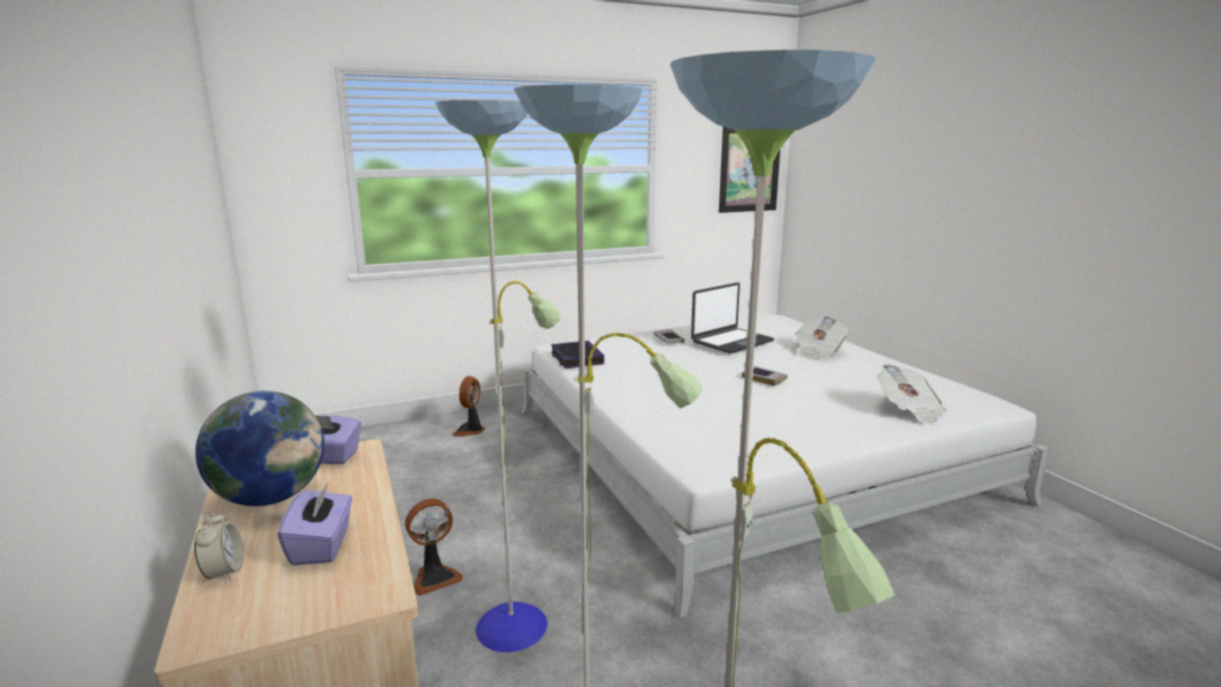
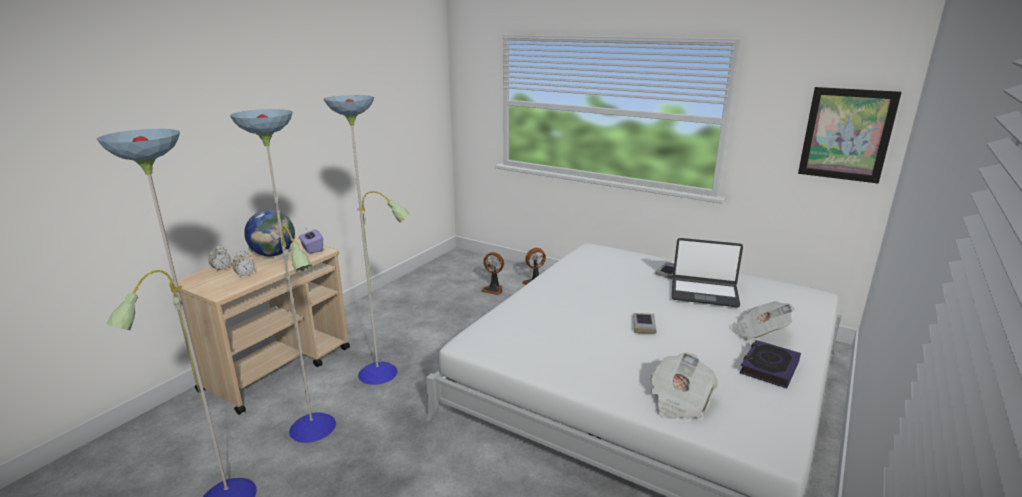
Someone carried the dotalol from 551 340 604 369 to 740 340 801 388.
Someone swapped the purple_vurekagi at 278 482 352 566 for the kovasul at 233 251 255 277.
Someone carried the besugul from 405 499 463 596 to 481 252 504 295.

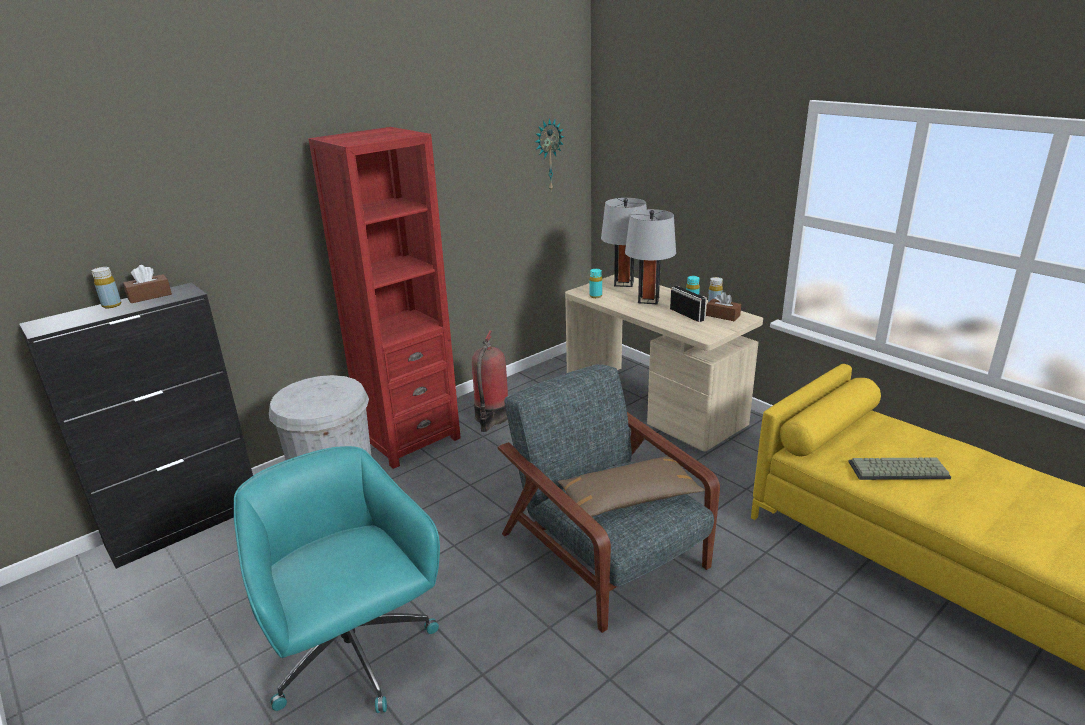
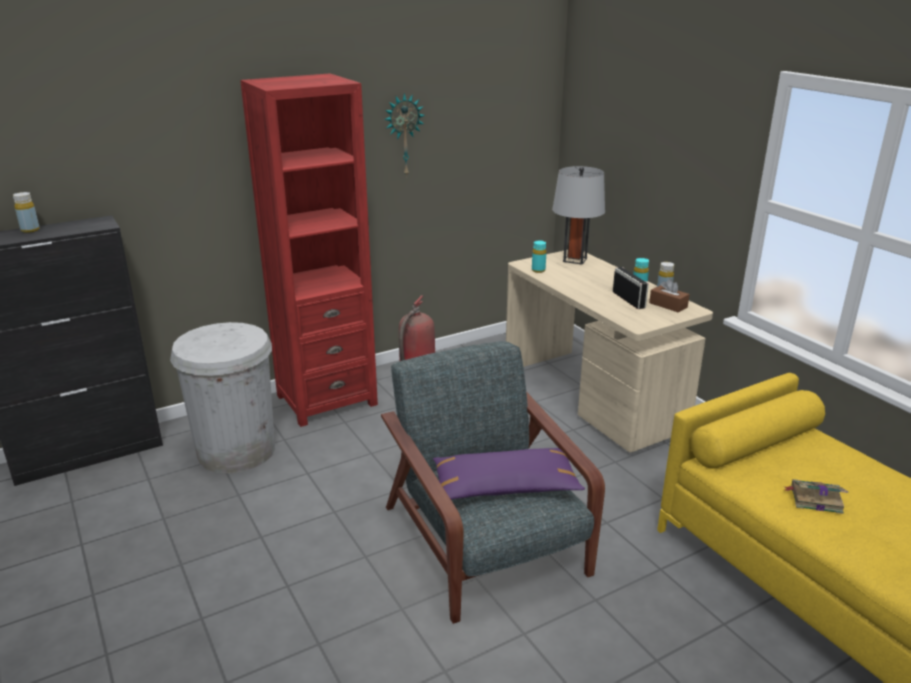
Someone carried the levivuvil from 535 118 565 190 to 384 93 425 177.
Someone took away the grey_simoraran at 625 209 676 304.
Someone took away the brown_vurekagi at 123 265 172 303.
Someone took away the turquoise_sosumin at 234 446 440 713.
Someone repainted the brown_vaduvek at 558 456 705 517, which became the purple_vaduvek at 433 448 585 500.
Someone swapped the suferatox at 848 457 951 480 for the dotalol at 784 479 848 514.

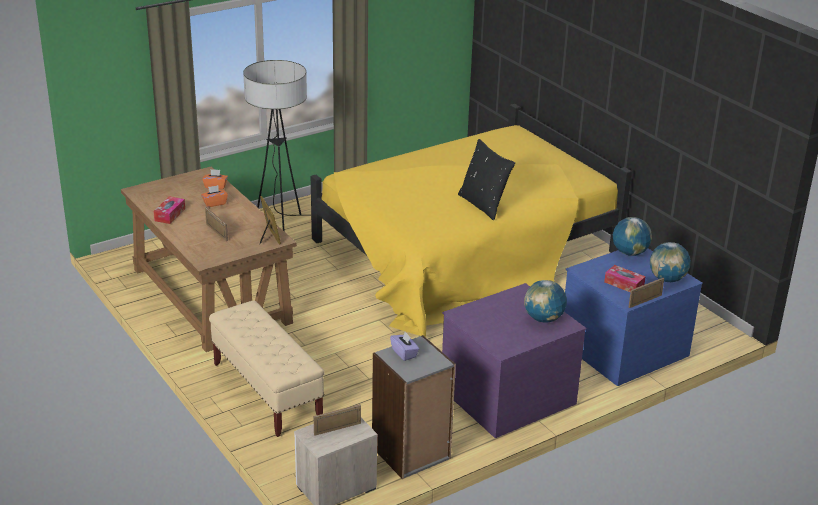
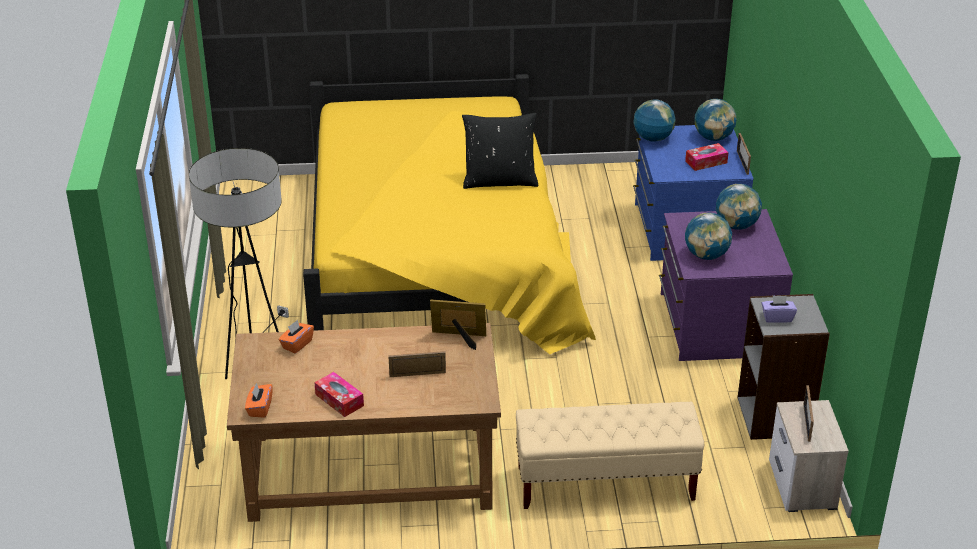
Someone carried the orange_vurekagi from 201 185 228 207 to 245 383 273 418.
Someone put down the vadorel at 685 213 732 260.

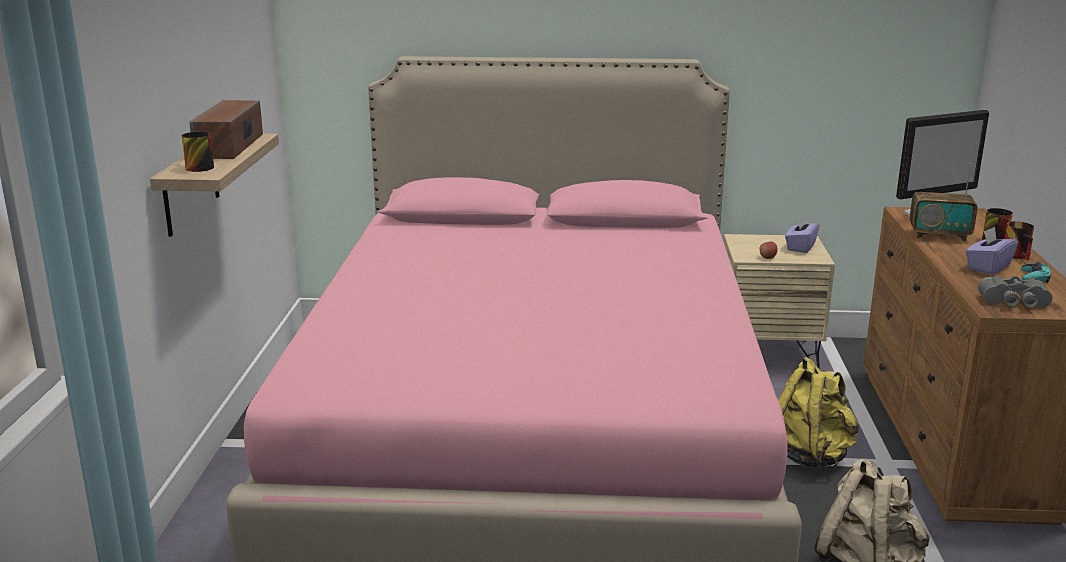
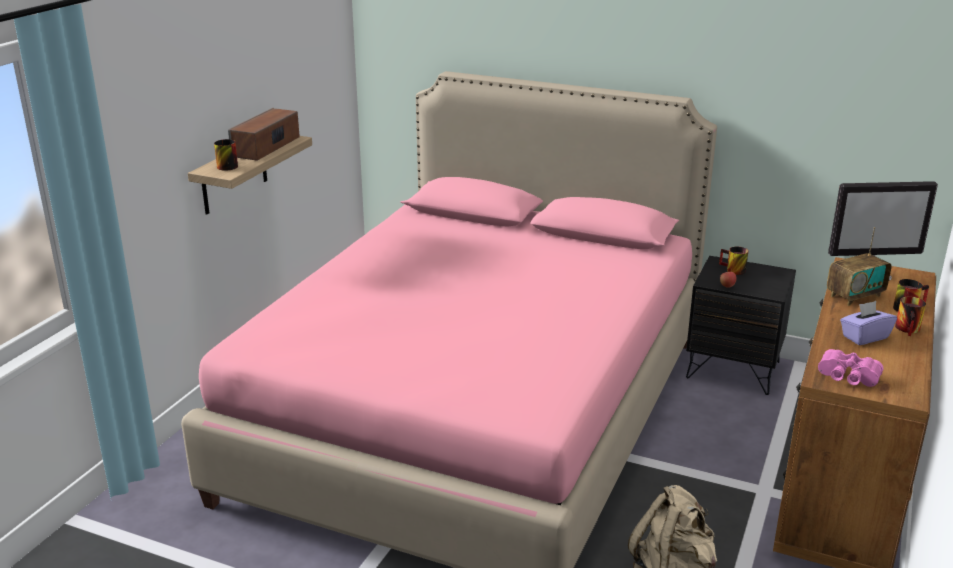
Someone rotated the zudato at 910 163 978 241 by 60 degrees counterclockwise.
Someone took away the purple_vurekagi at 785 215 820 253.
Someone repainted the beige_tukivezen at 723 234 835 369, which became the black_tukivezen at 686 256 796 395.
Someone took away the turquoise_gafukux at 1021 262 1051 283.
Someone repainted the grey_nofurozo at 978 276 1052 308, which became the pink_nofurozo at 818 349 883 387.
Someone took away the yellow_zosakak at 778 357 859 469.
Someone put down the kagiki at 719 247 748 275.

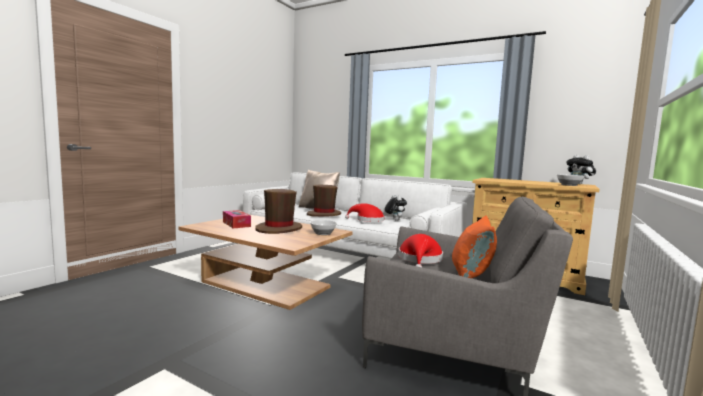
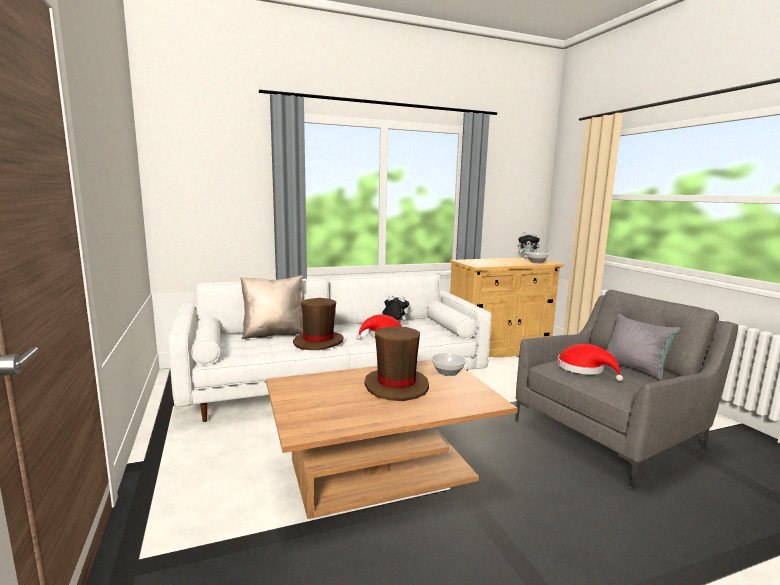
Someone took away the vurekagi at 223 210 251 228.
Someone repainted the orange_vaduvek at 452 215 497 279, which became the grey_vaduvek at 606 314 681 380.

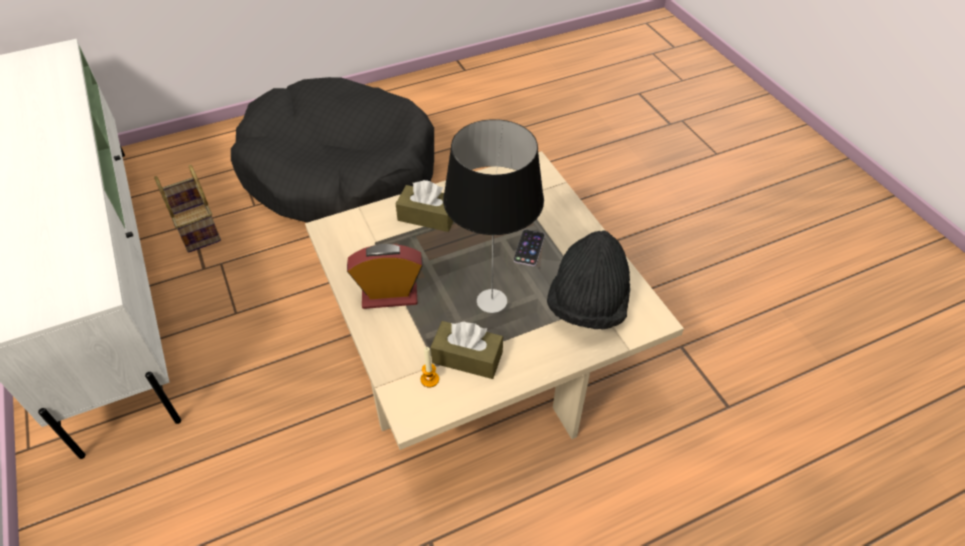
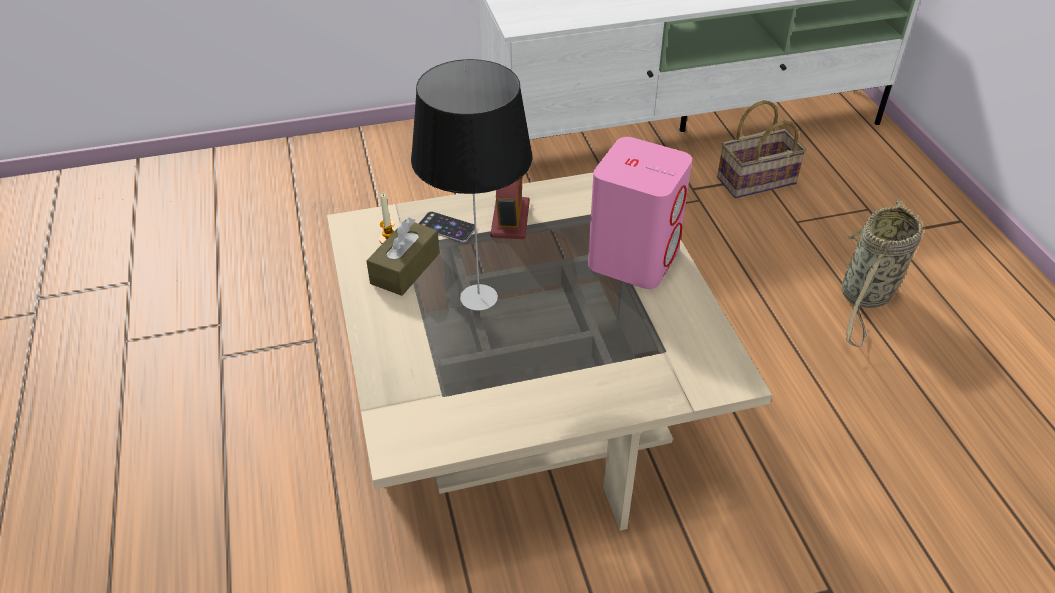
Someone swapped the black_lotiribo at 231 77 434 223 for the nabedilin at 842 199 923 347.
Someone swapped the brown_vurekagi at 396 180 454 232 for the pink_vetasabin at 588 137 692 289.
Someone carried the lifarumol from 514 230 545 266 to 418 211 475 242.
Someone took away the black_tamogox at 547 230 630 329.

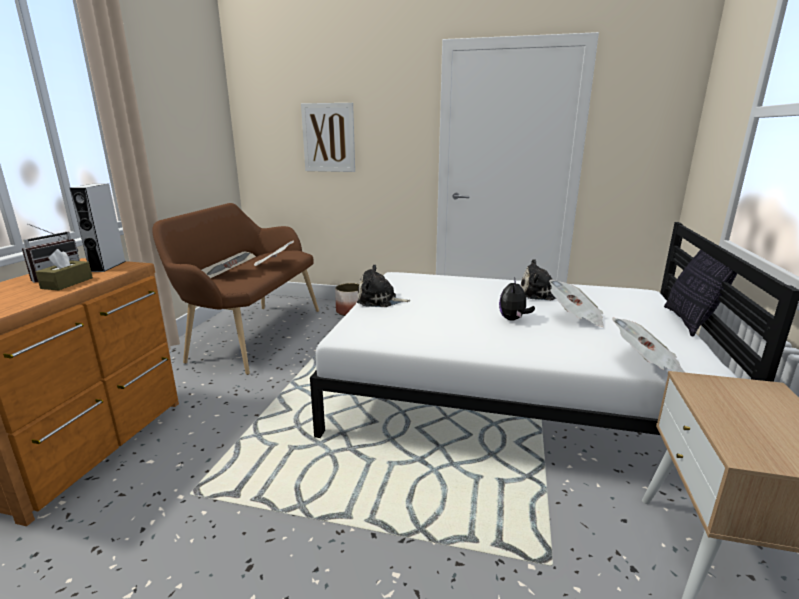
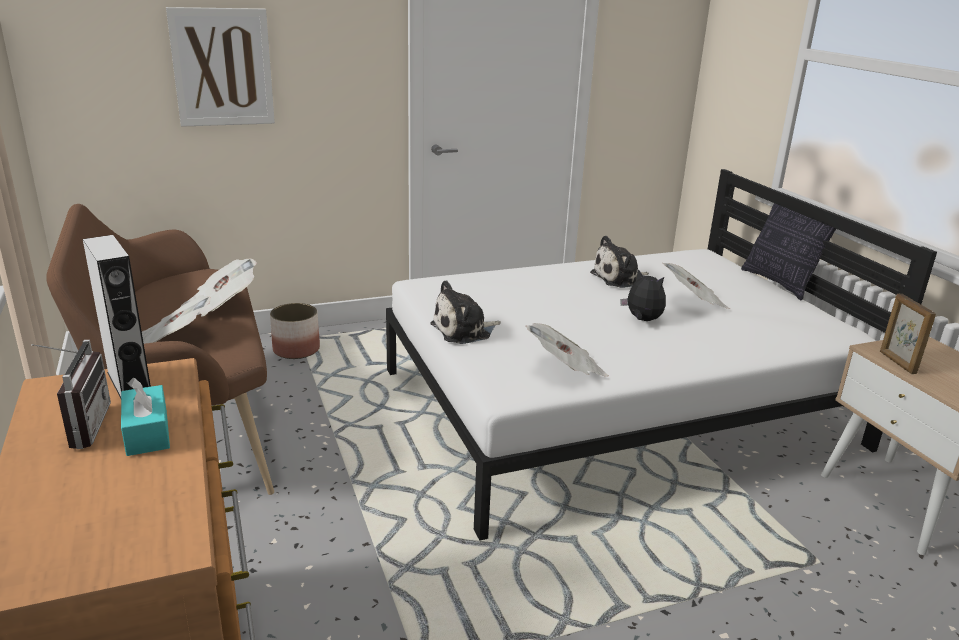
Someone repainted the brown_vurekagi at 36 249 93 290, which became the turquoise_vurekagi at 121 378 170 456.
Someone rotated the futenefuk at 499 277 535 321 by 150 degrees clockwise.
Someone carried the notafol from 612 318 685 373 to 525 323 609 377.
Someone put down the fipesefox at 880 294 936 374.

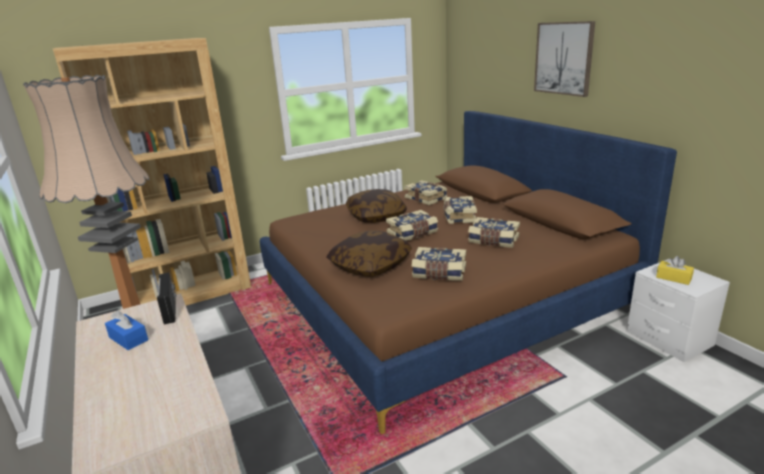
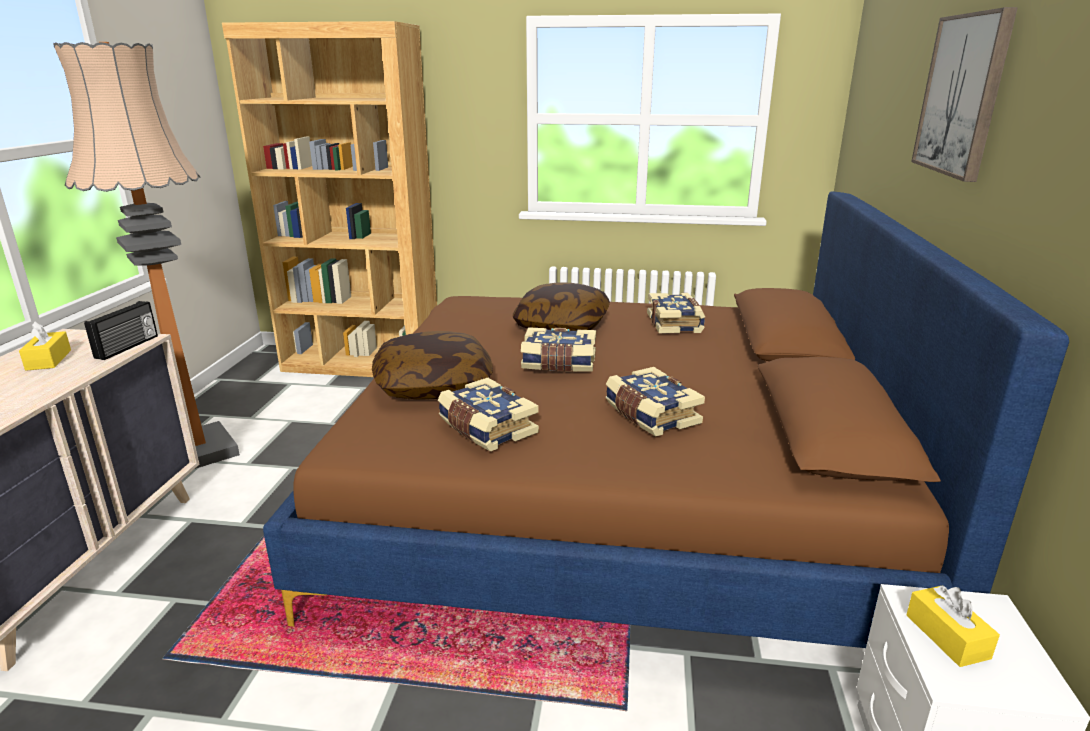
Someone took away the dotalol at 443 196 477 224.
Someone repainted the blue_vurekagi at 105 310 148 350, which became the yellow_vurekagi at 19 321 71 371.

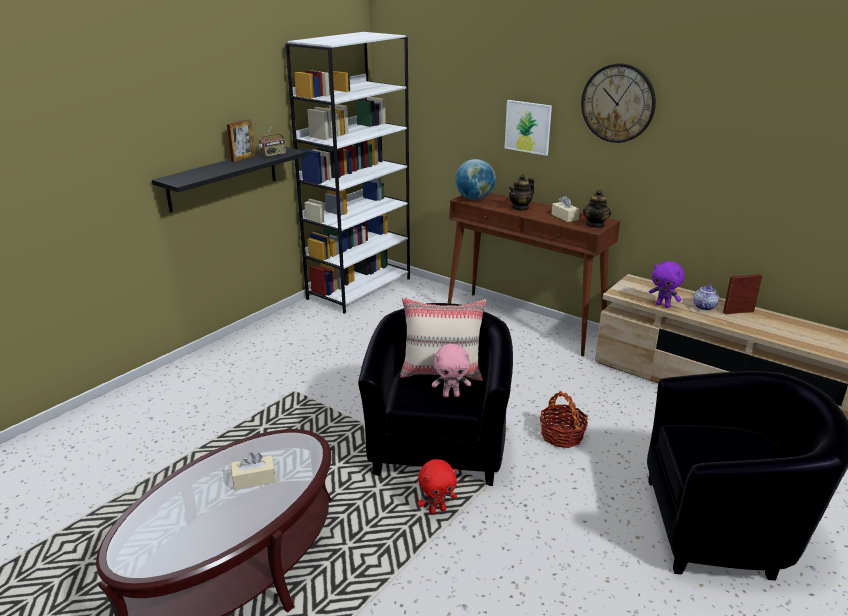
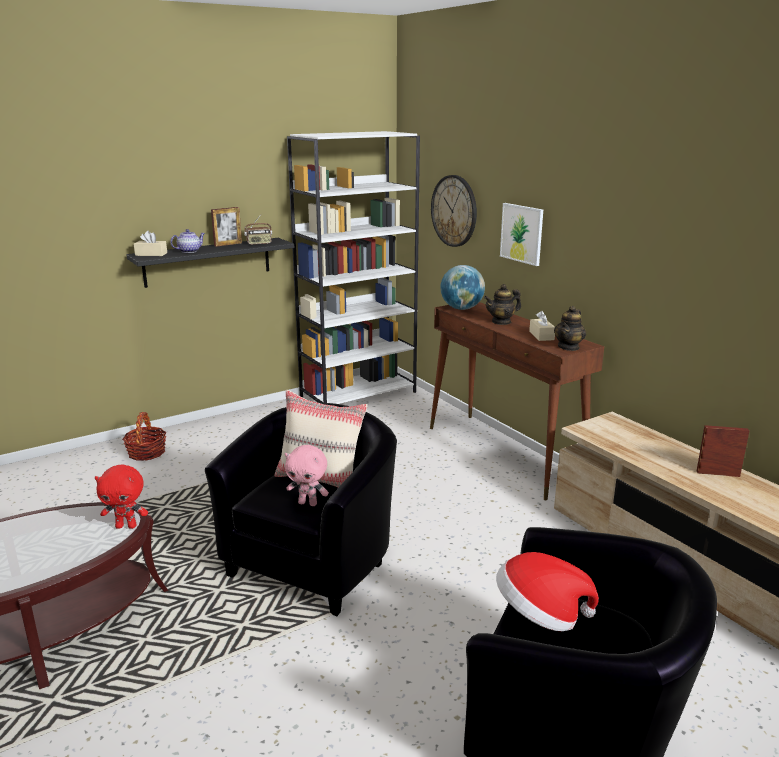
Someone carried the levivuvil from 581 64 656 143 to 431 175 477 247.
Someone took away the purple_futenefuk at 649 261 685 308.
Someone carried the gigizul from 693 284 719 310 to 170 229 205 253.
Someone carried the nabedilin from 540 391 588 448 to 122 412 167 461.
Someone carried the beige_vurekagi from 231 452 276 490 to 134 231 167 256.
Someone carried the red_futenefuk from 418 459 457 514 to 95 465 148 529.
Someone put down the tamogox at 496 552 599 631.

